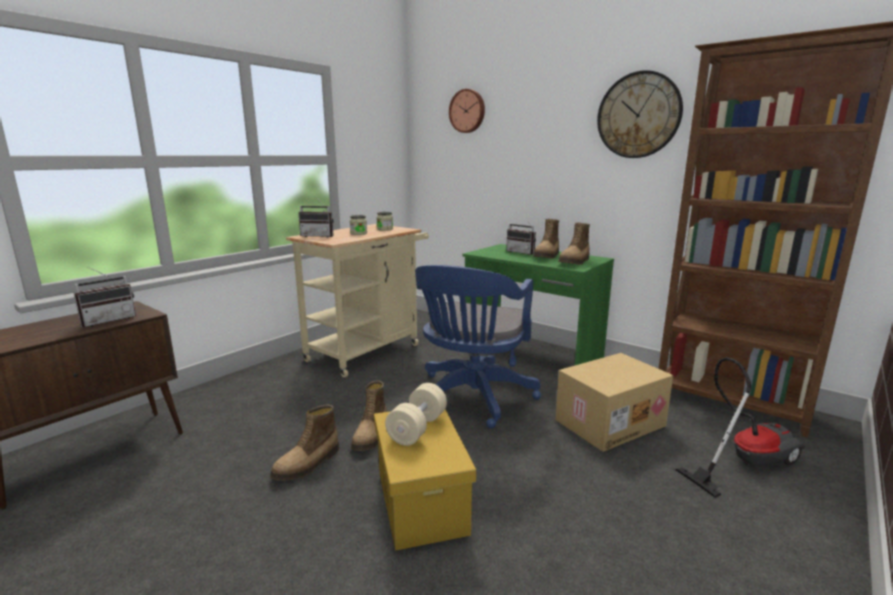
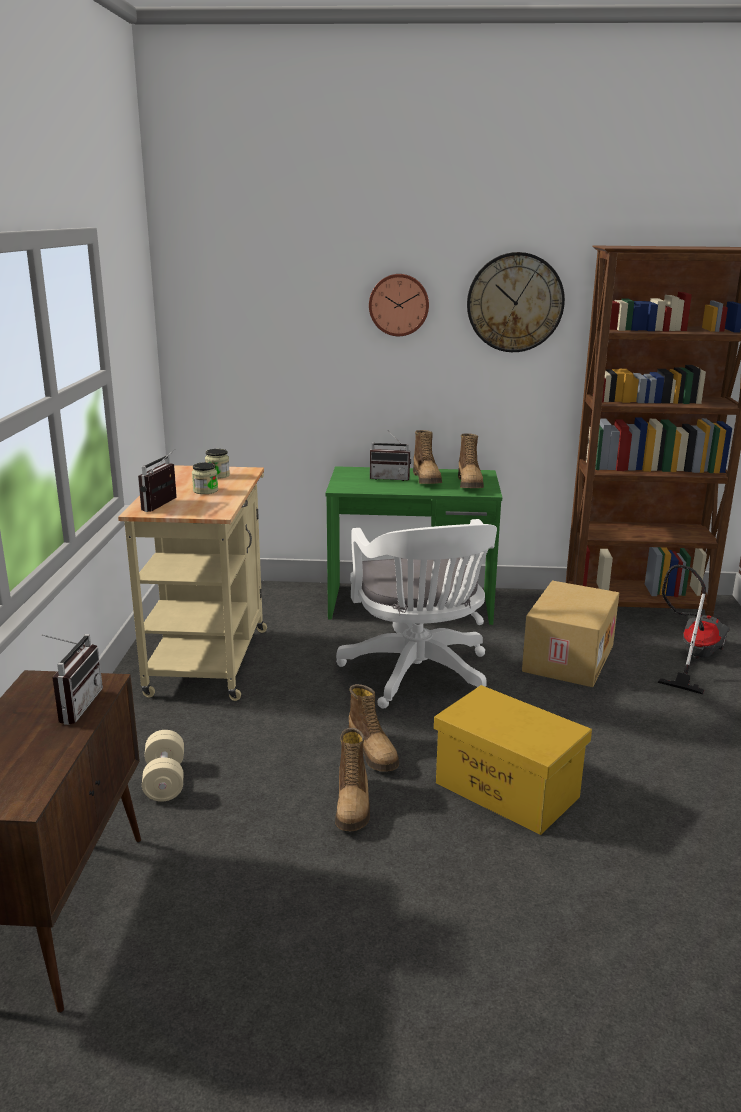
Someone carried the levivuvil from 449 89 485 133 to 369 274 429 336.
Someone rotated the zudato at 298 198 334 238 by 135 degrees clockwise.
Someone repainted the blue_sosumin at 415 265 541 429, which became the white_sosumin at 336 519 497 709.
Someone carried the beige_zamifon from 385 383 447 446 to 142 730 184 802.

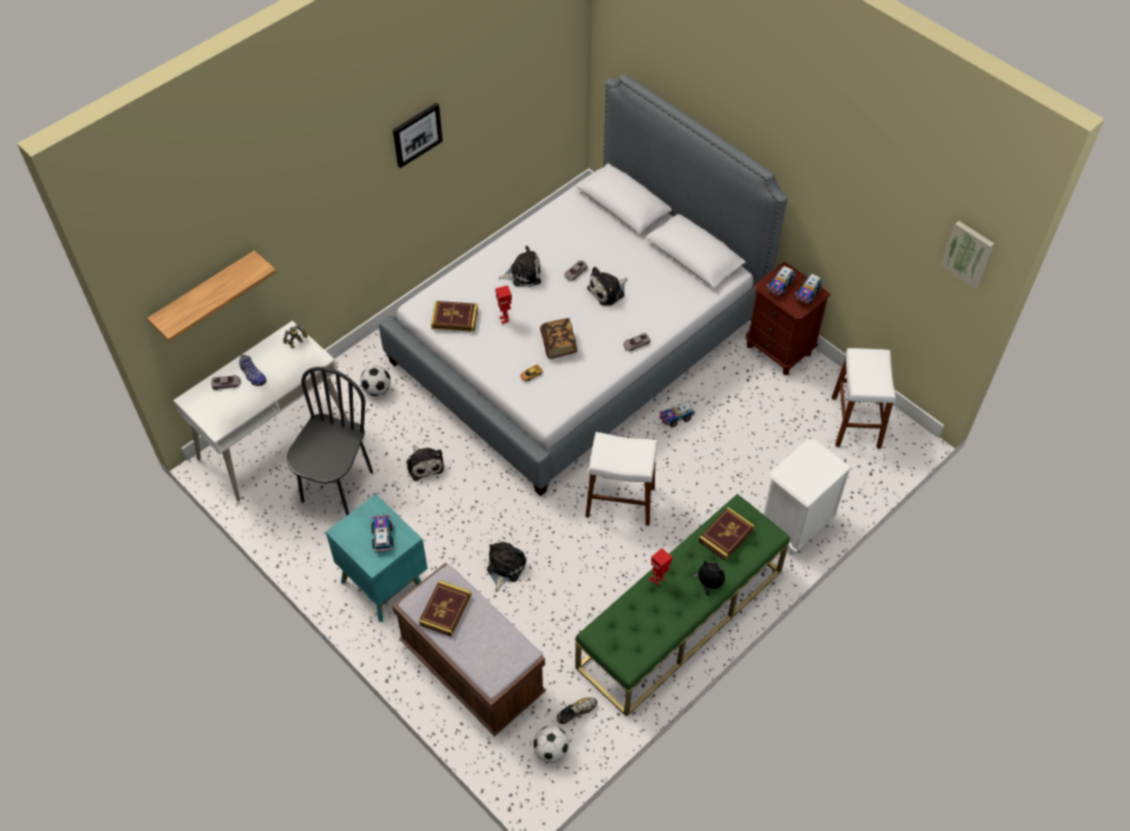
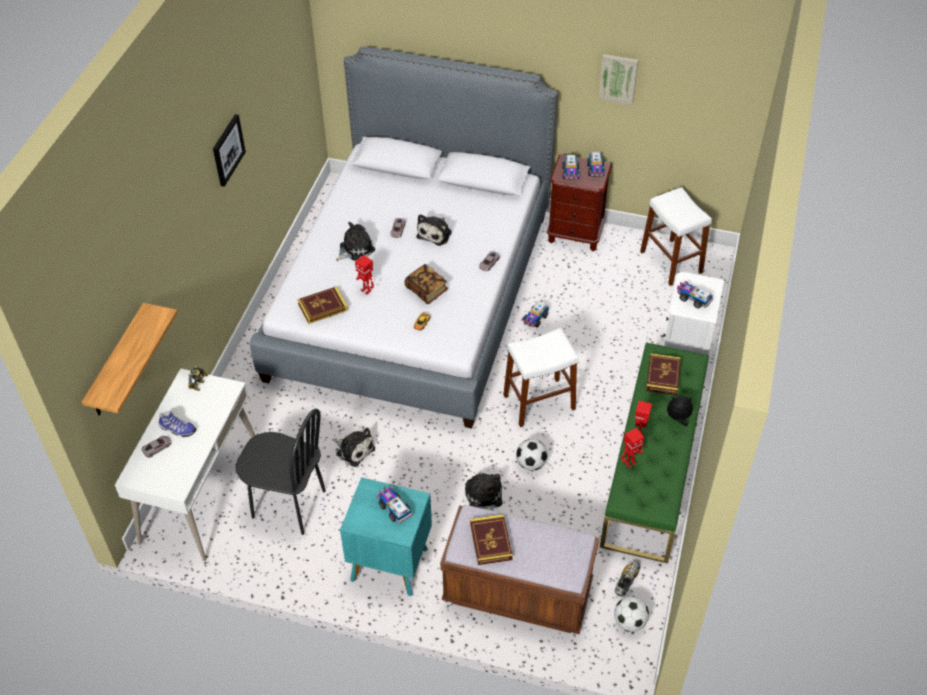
Someone carried the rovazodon from 941 221 994 289 to 599 54 638 105.
Someone carried the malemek from 360 366 391 396 to 516 439 548 471.
Someone rotated the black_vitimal at 287 367 373 516 by 120 degrees clockwise.
Someone put down the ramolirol at 677 281 713 309.
Someone put down the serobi at 621 428 645 468.

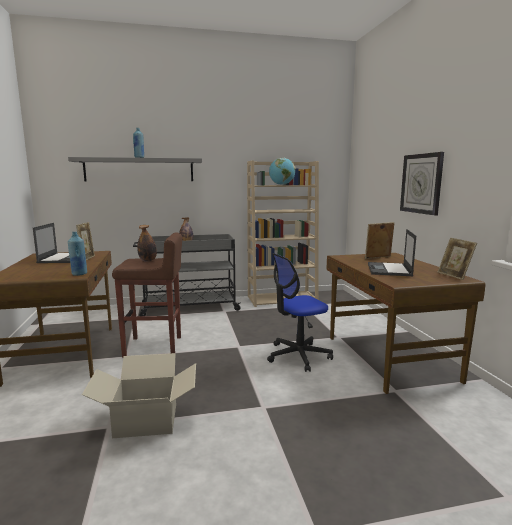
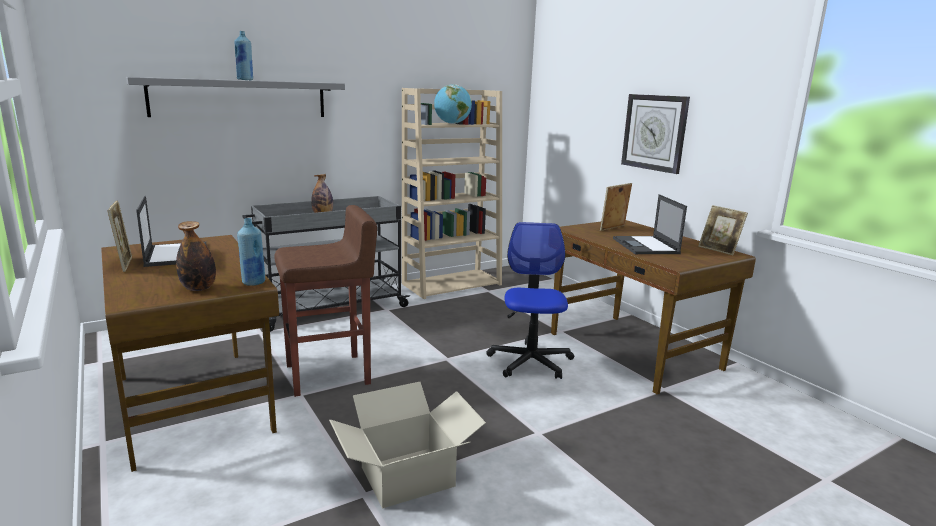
Someone carried the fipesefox from 76 222 95 261 to 107 201 132 272.
Someone carried the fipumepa from 137 225 157 262 to 176 221 216 291.
Someone rotated the sosumin at 267 253 333 372 by 135 degrees clockwise.

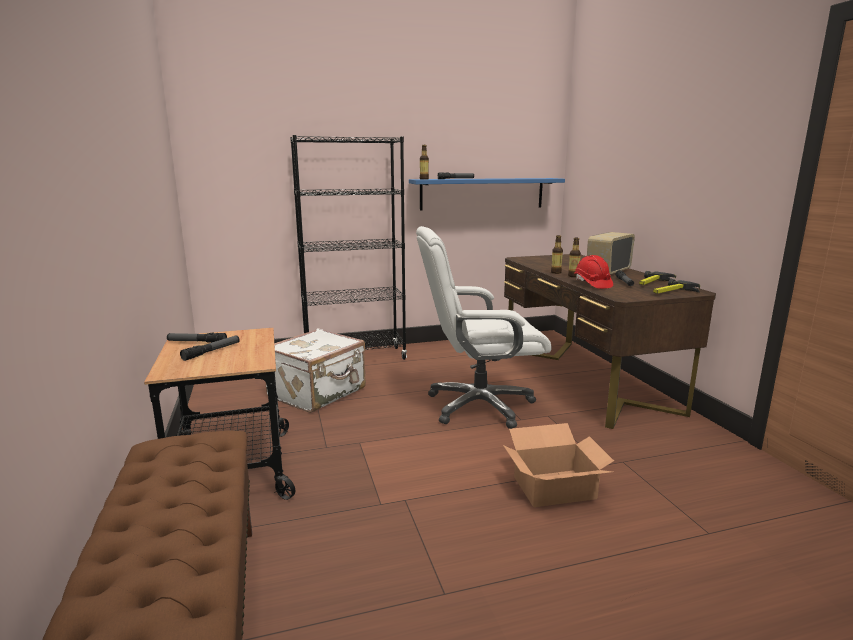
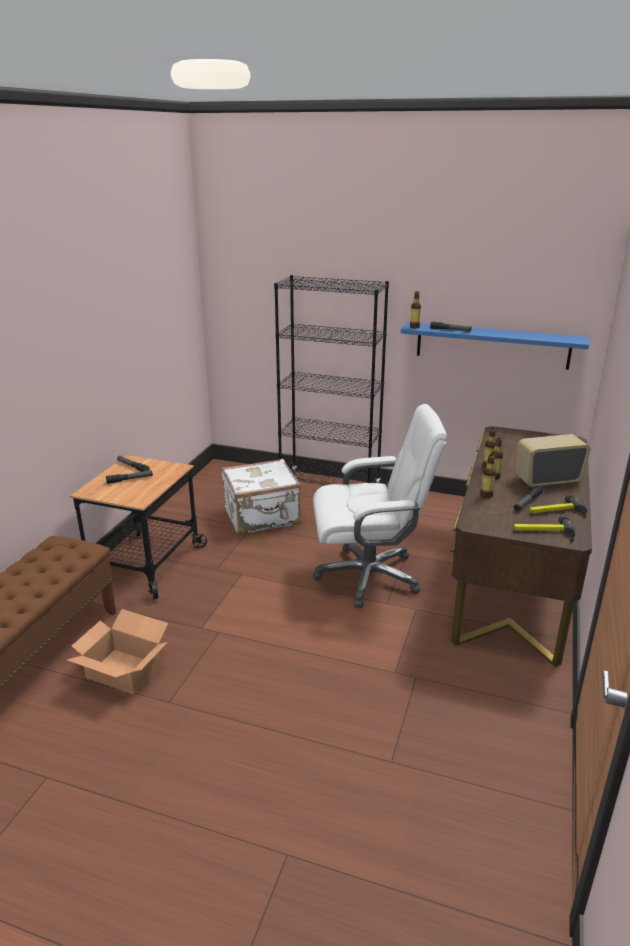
Someone rotated the white_sosumin at 416 226 551 429 by 150 degrees clockwise.
Someone swapped the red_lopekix at 574 255 613 289 for the fipumepa at 480 454 496 498.
Someone carried the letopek from 503 423 614 507 to 67 609 168 695.

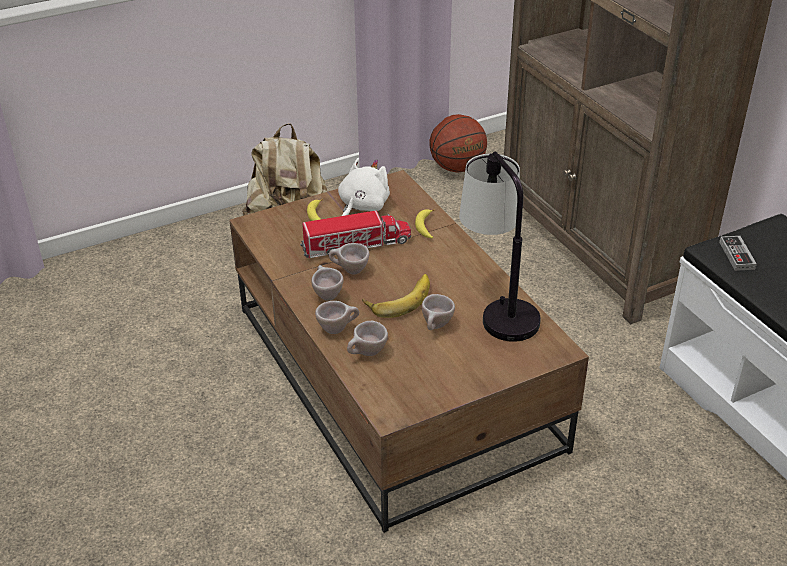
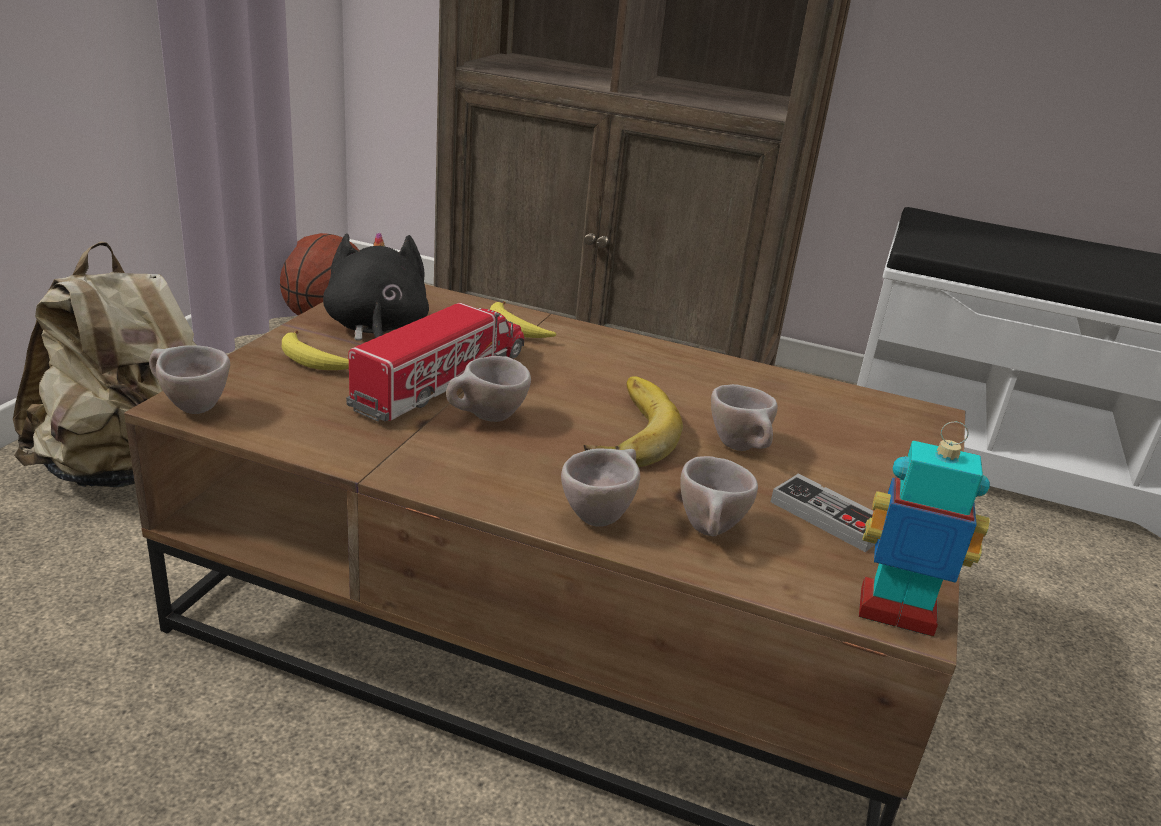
Someone took away the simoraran at 459 151 541 342.
Someone repainted the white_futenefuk at 338 158 390 216, which became the black_futenefuk at 323 232 429 341.
Someone carried the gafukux from 719 236 757 271 to 771 474 875 552.
Someone carried the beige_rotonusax from 311 265 343 301 to 149 345 230 414.
Someone put down the serobi at 859 422 990 637.

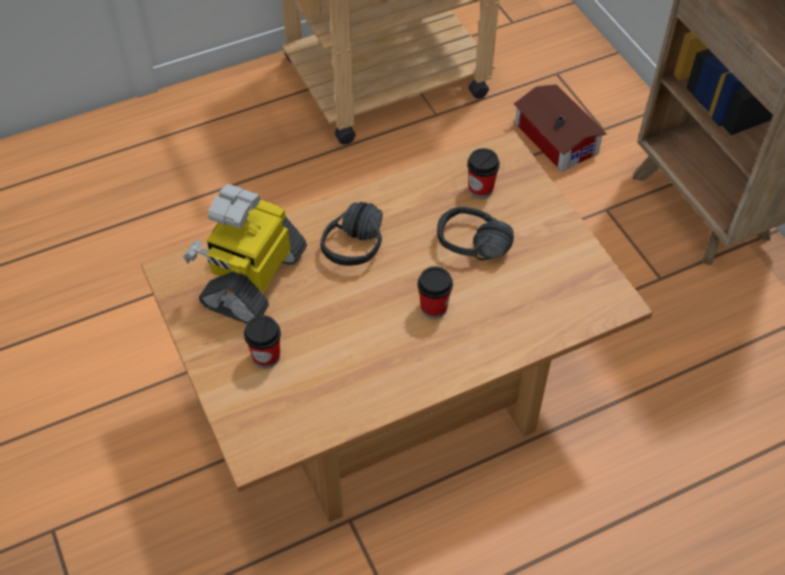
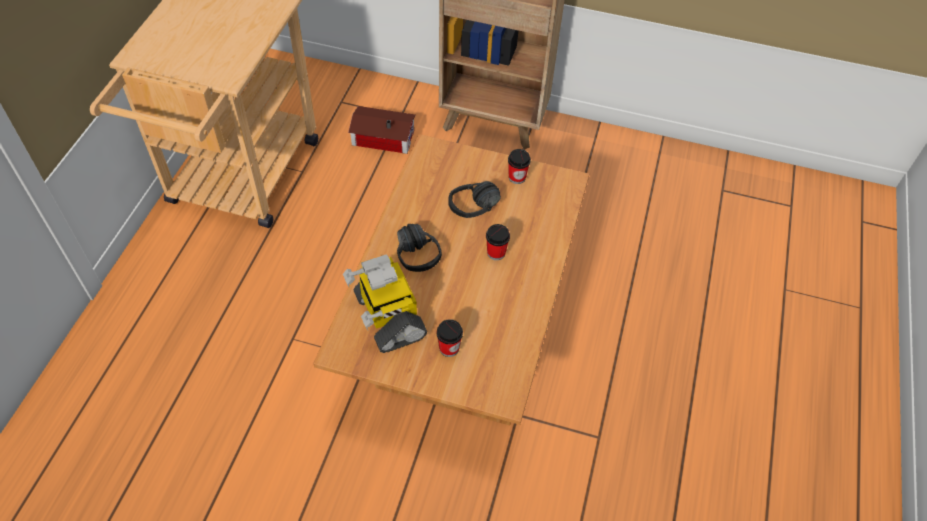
Someone carried the rotonusax from 467 148 500 198 to 508 149 531 184.

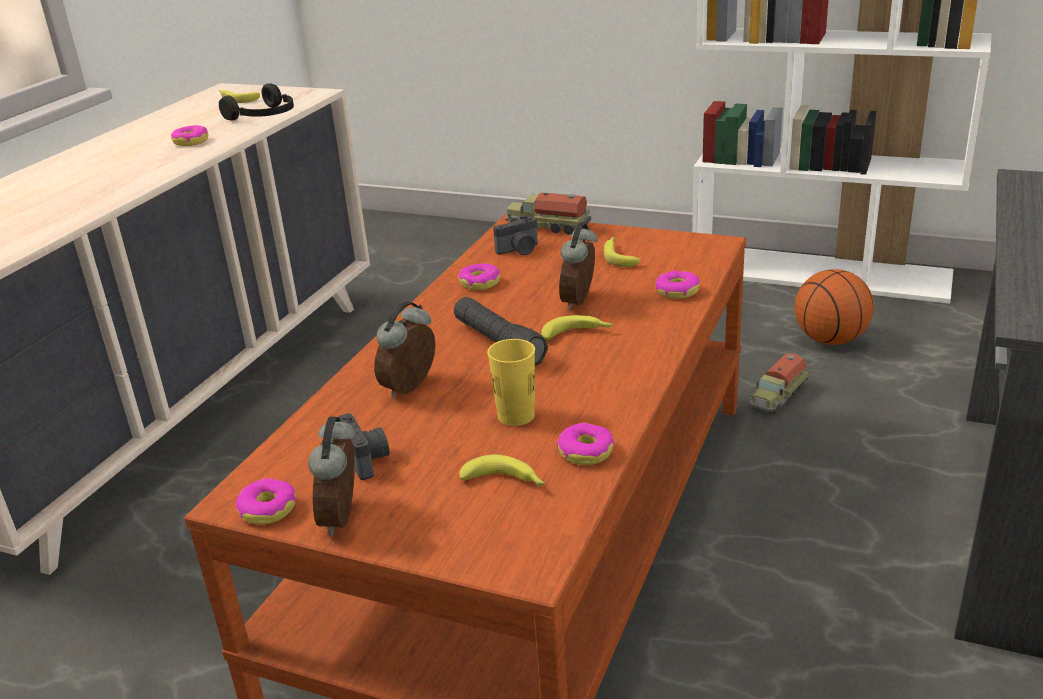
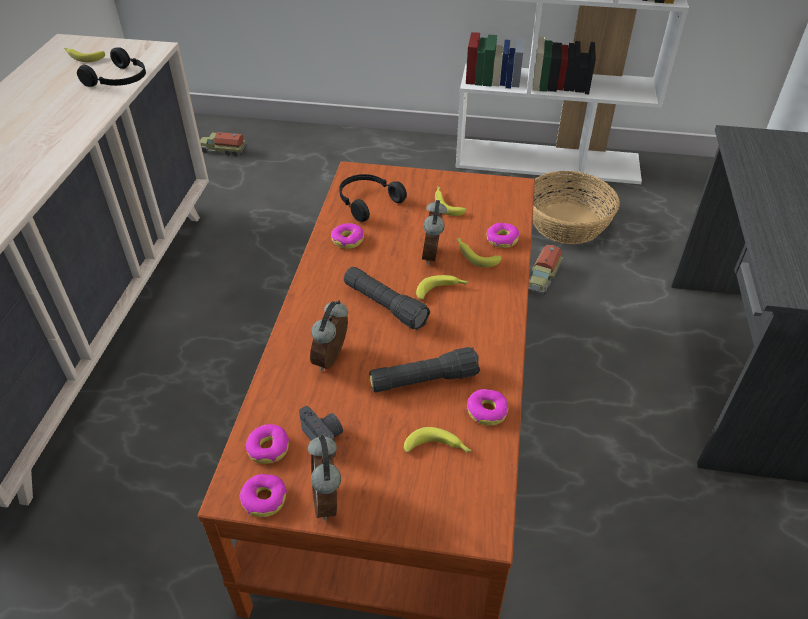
Someone carried the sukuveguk from 171 125 208 146 to 246 424 289 464.
Someone carried the ramolirol from 505 192 591 235 to 200 132 247 156.
Someone swapped the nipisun at 493 215 538 255 for the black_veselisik at 339 174 407 222.
Someone swapped the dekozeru at 795 269 874 345 for the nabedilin at 533 171 620 244.
Someone swapped the yellow_rotonusax at 487 339 535 426 for the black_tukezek at 369 347 480 392.
Someone put down the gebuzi at 457 238 502 267.

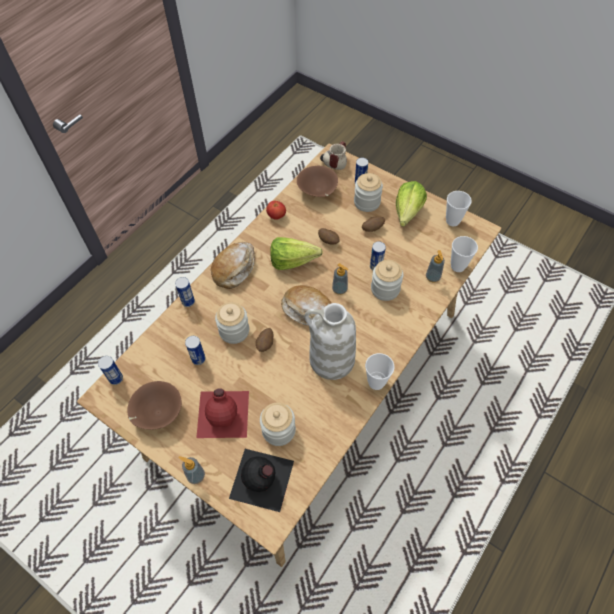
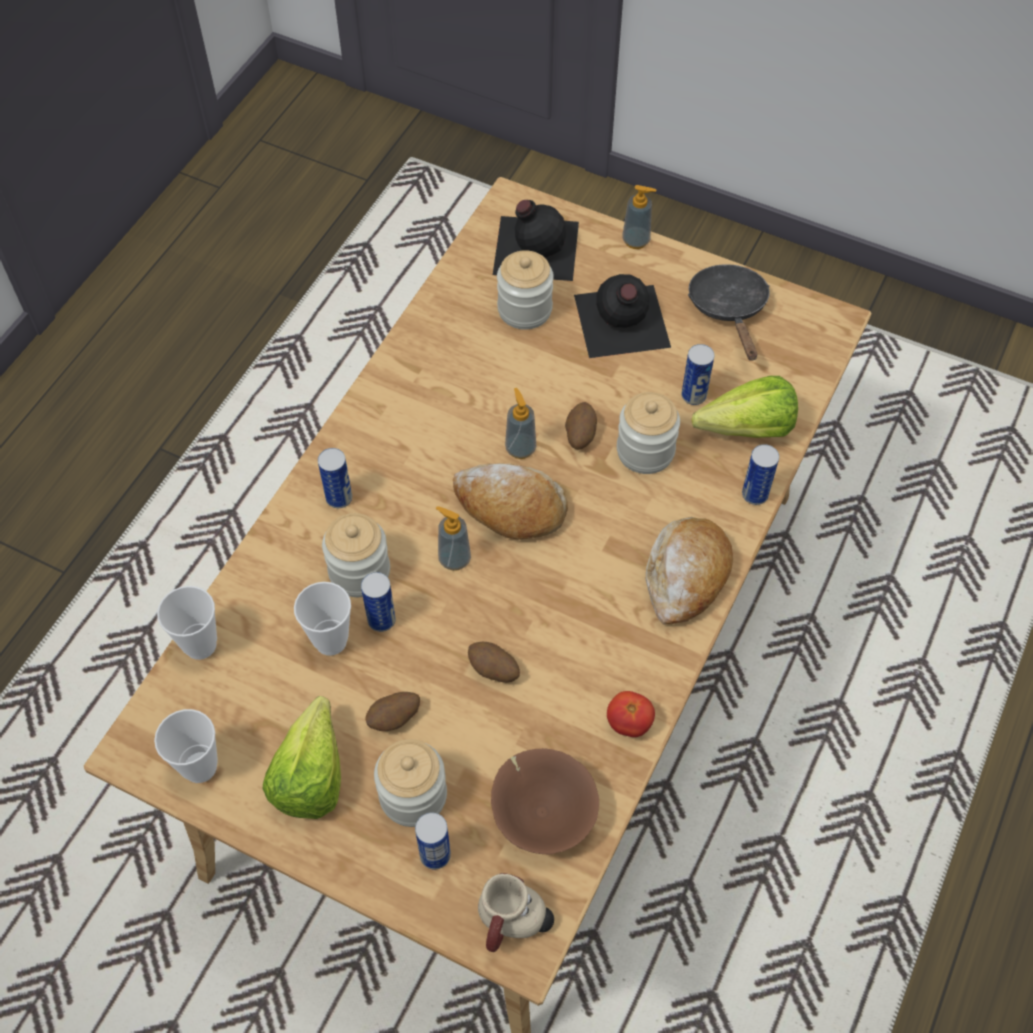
Someone carried the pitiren from 270 237 323 270 to 691 376 798 438.
Someone carried the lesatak from 426 250 445 282 to 505 388 536 459.
Someone took away the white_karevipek at 304 303 356 380.
Someone carried the rotonusax from 365 353 395 390 to 294 582 351 656.
Someone carried the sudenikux from 98 356 123 385 to 318 448 352 508.
Someone swapped the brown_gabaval at 128 381 182 430 for the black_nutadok at 688 264 770 361.
Someone repainted the red_fipumepa at 196 388 249 438, which became the black_fipumepa at 574 274 671 358.

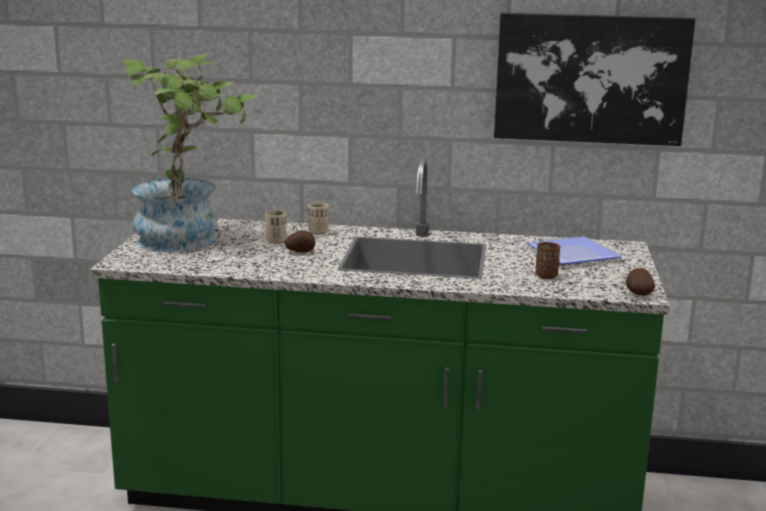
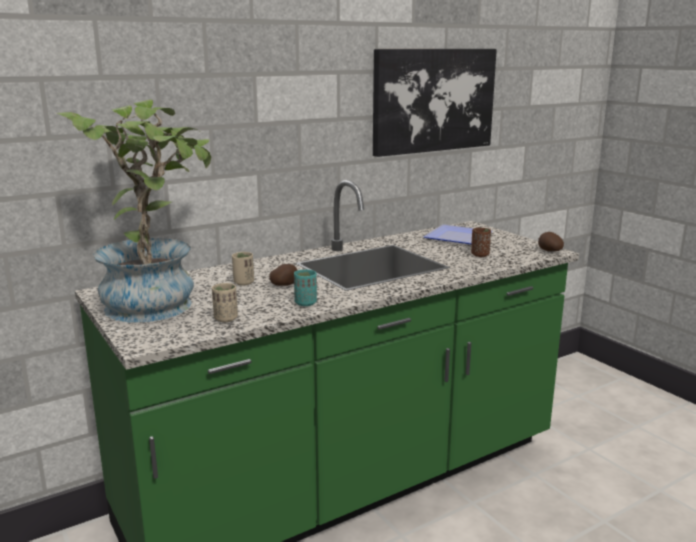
Someone carried the beige_rotonusax from 308 202 329 235 to 212 283 238 322.
Someone put down the turquoise_rotonusax at 294 269 317 306.

